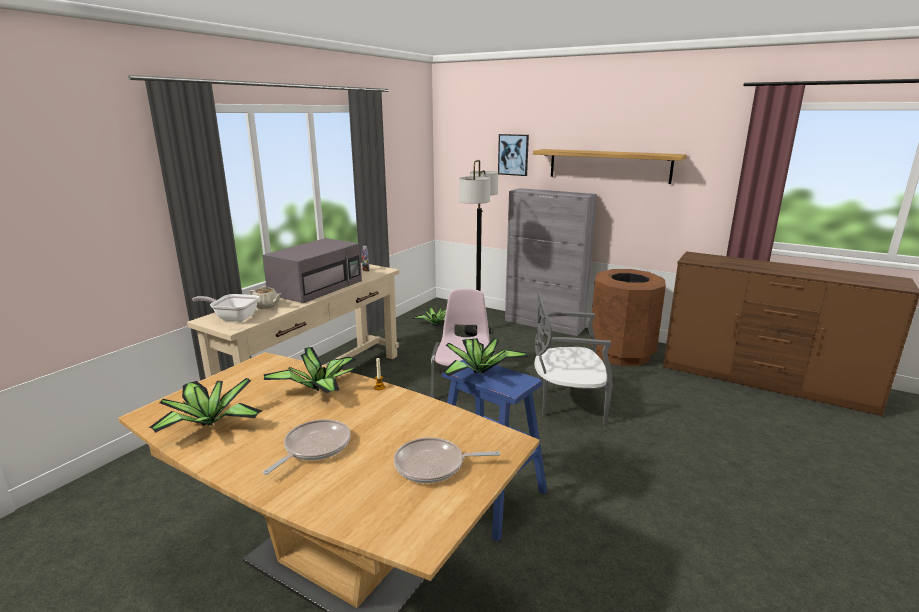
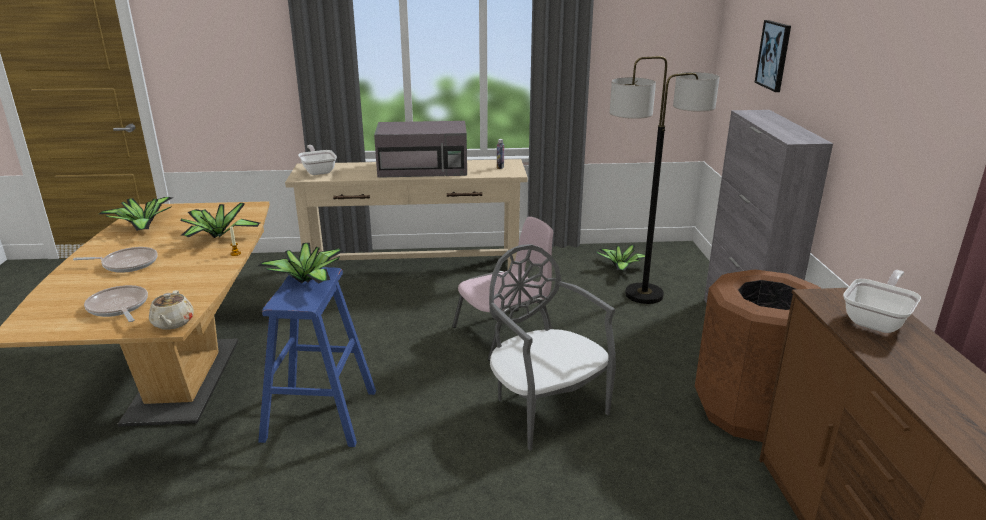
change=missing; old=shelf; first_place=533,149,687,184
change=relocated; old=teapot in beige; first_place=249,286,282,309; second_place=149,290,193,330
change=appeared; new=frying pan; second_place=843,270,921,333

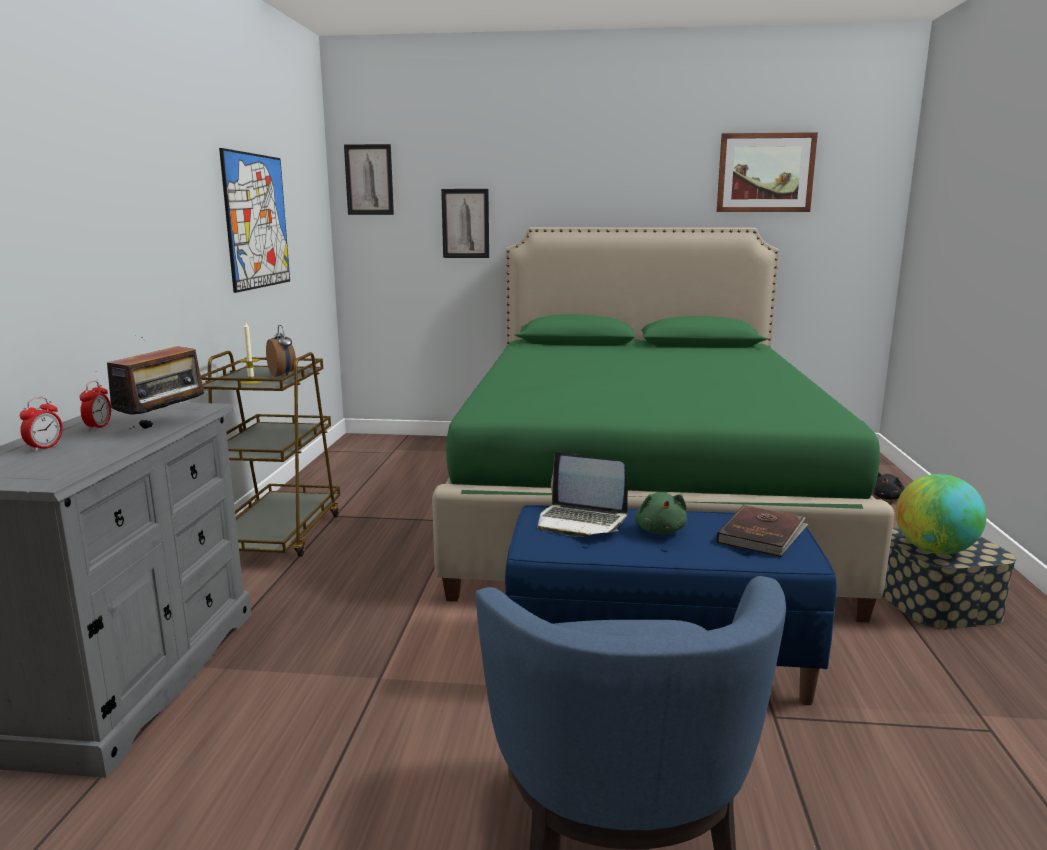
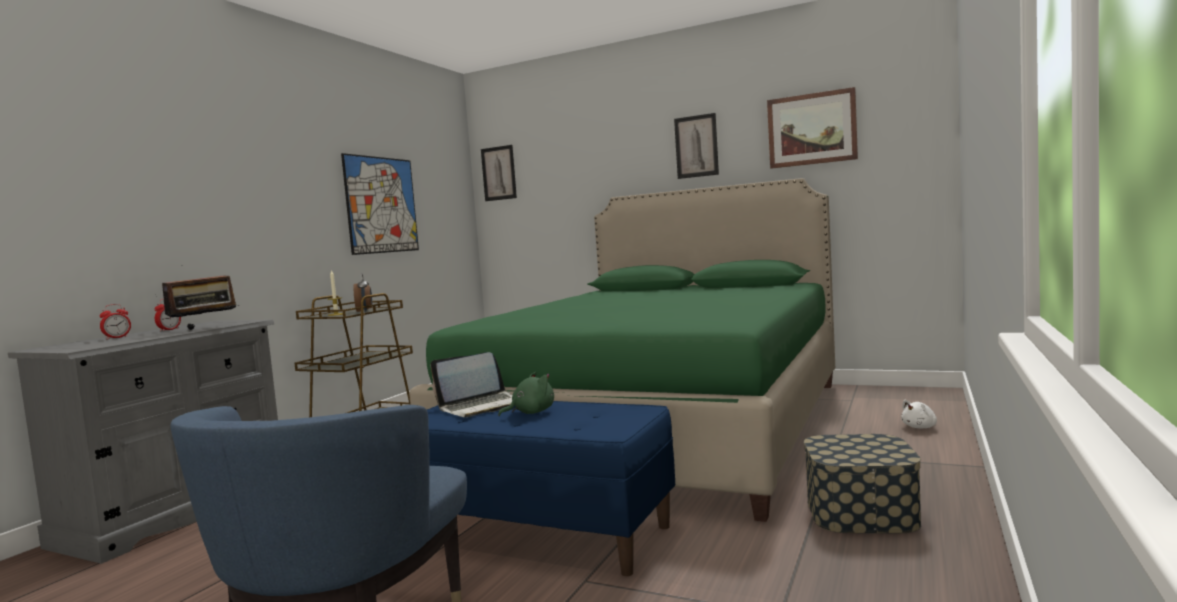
change=relocated; old=picture; first_place=441,189,489,258; second_place=674,113,719,179
change=spun; old=laptop; first_place=537,451,628,537; second_place=431,352,513,417; degrees=-75
change=colour; old=plush toy in black; new=plush toy in white; first_place=873,472,905,500; second_place=901,400,937,429
change=missing; old=globe; first_place=896,474,987,554
change=spun; old=plush toy in green; first_place=634,492,687,535; second_place=498,372,554,416; degrees=-135
change=missing; old=book in brown; first_place=716,505,808,557

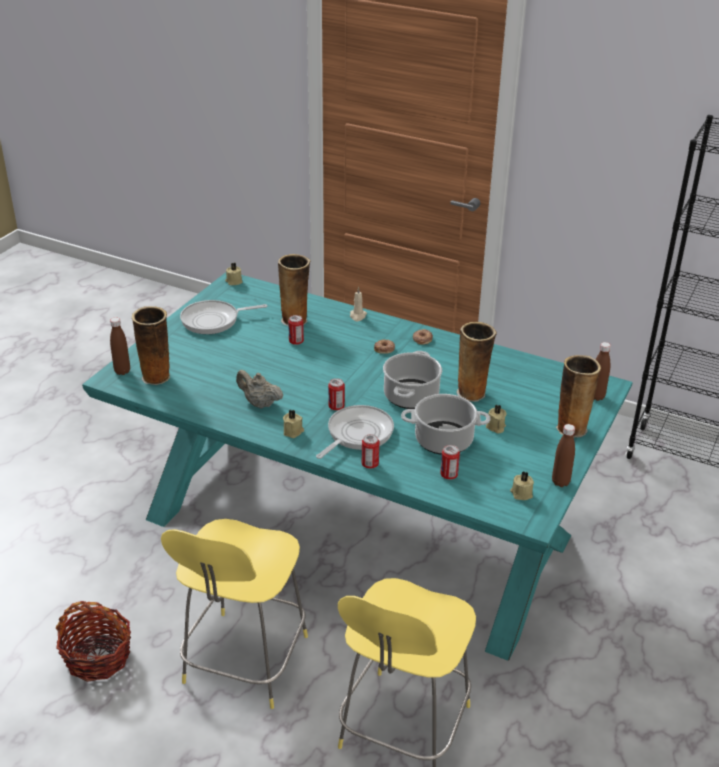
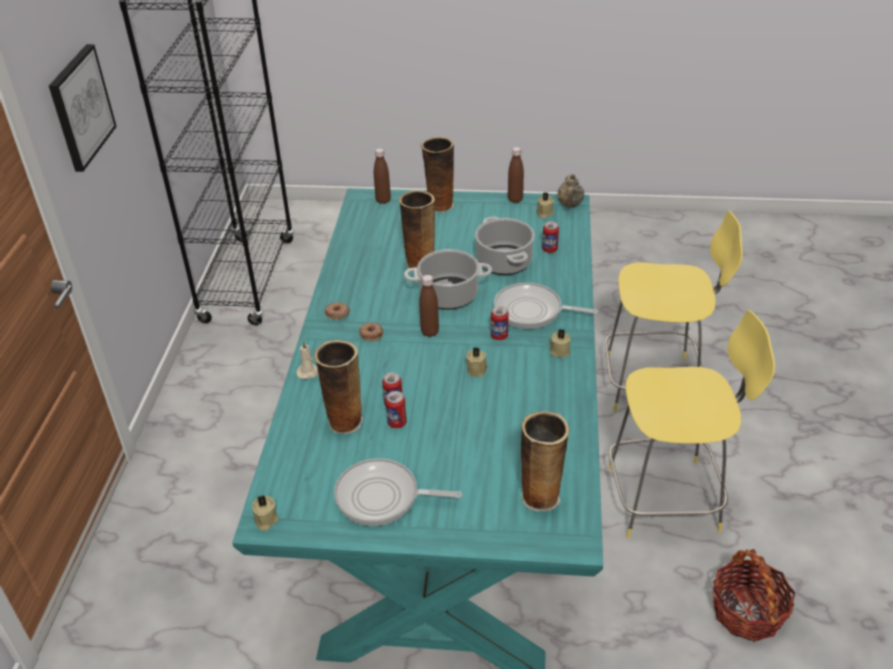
change=spun; old=frying pan; first_place=180,300,267,334; second_place=334,458,462,526; degrees=135
change=relocated; old=bottle in brown; first_place=110,317,130,375; second_place=419,275,439,337
change=relocated; old=teapot in beige; first_place=236,370,283,409; second_place=557,174,585,207
change=relocated; old=candle in beige; first_place=486,404,507,433; second_place=466,347,488,377
change=relocated; old=can; first_place=362,434,379,469; second_place=385,391,407,428
change=appeared; new=picture; second_place=49,44,117,172

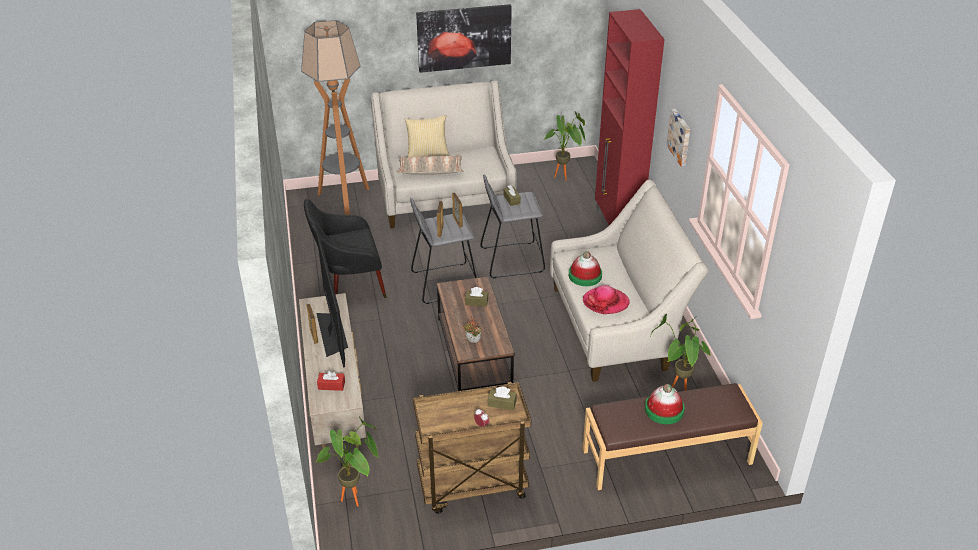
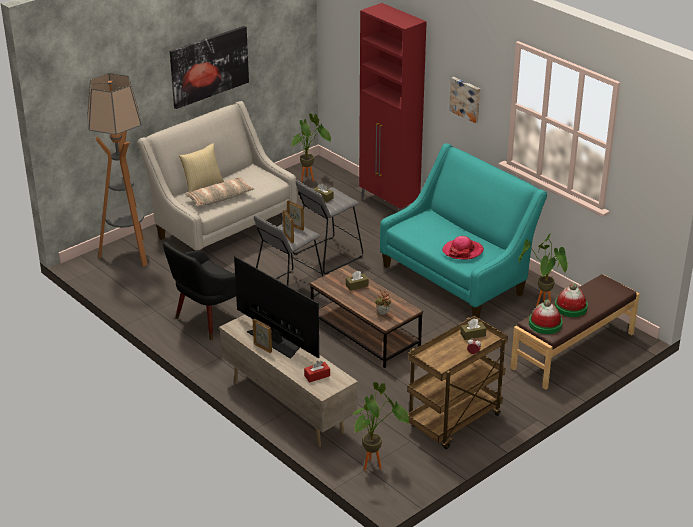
change=colour; old=sofa in beige; new=sofa in turquoise; first_place=550,180,709,382; second_place=380,143,547,318
change=relocated; old=hat; first_place=569,251,602,286; second_place=529,300,562,334

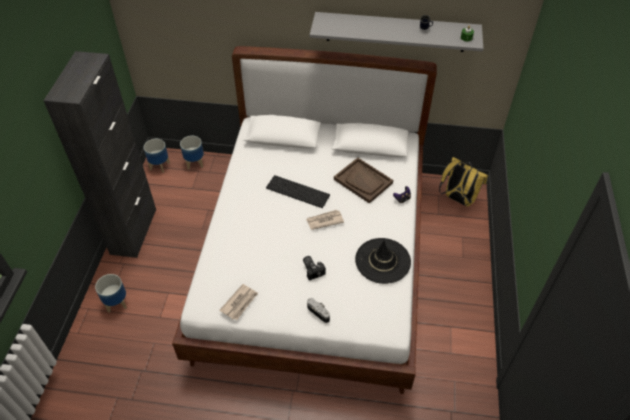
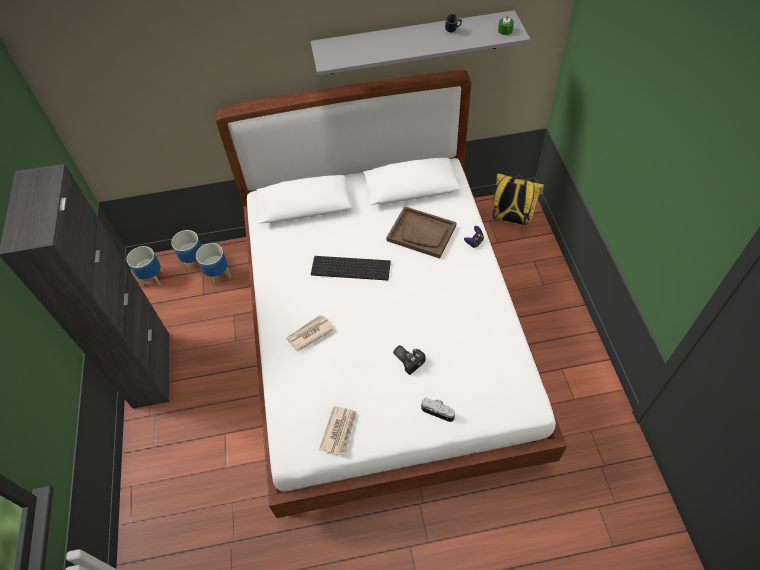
change=relocated; old=newspaper; first_place=306,210,344,230; second_place=286,315,334,351
change=missing; old=hat in black; first_place=355,238,411,284
change=relocated; old=planter; first_place=95,274,127,313; second_place=196,243,231,286

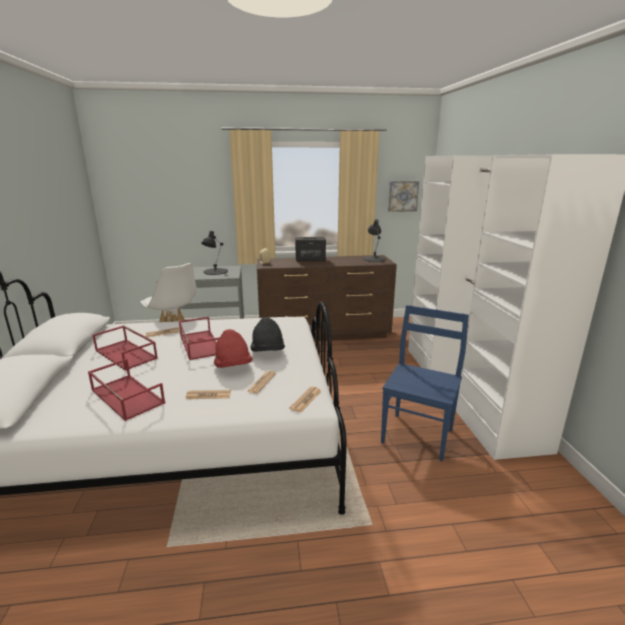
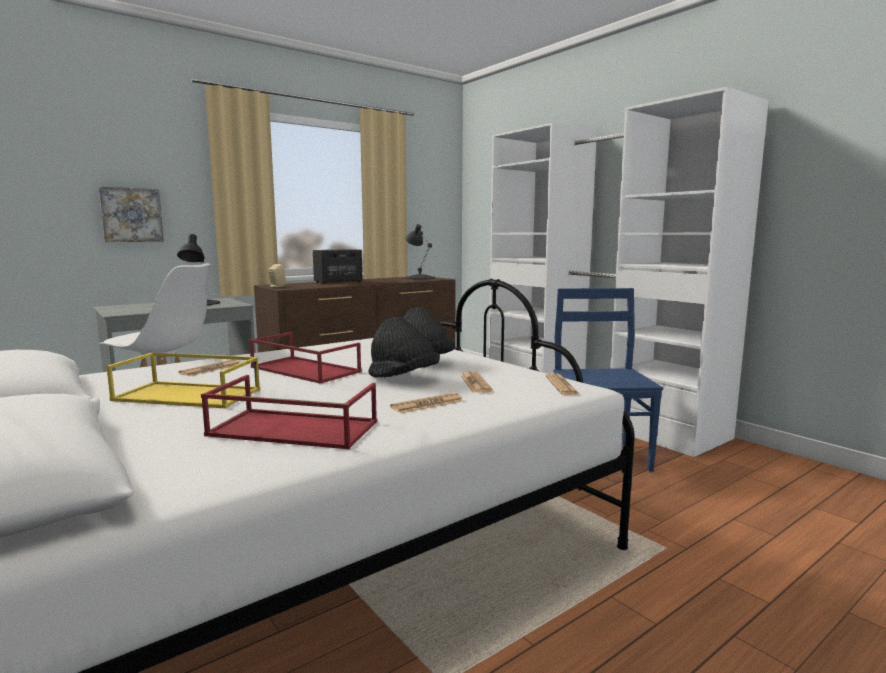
change=relocated; old=picture; first_place=388,181,419,212; second_place=98,187,164,242
change=colour; old=tray in red; new=tray in yellow; first_place=93,325,158,371; second_place=106,352,261,408
change=colour; old=hat in red; new=hat in black; first_place=214,329,253,368; second_place=368,317,440,377

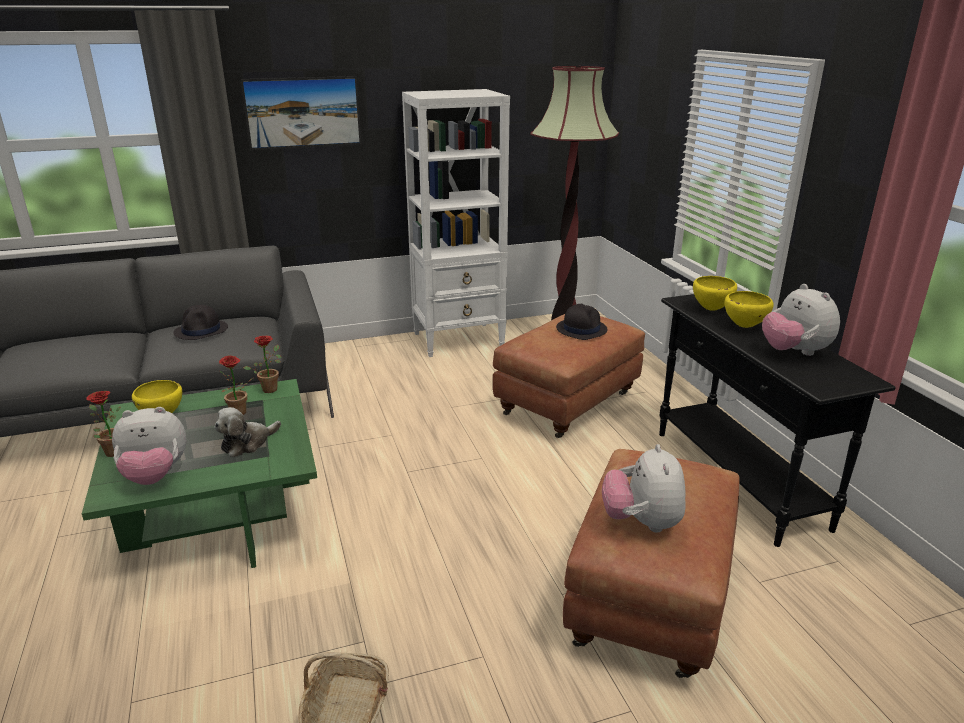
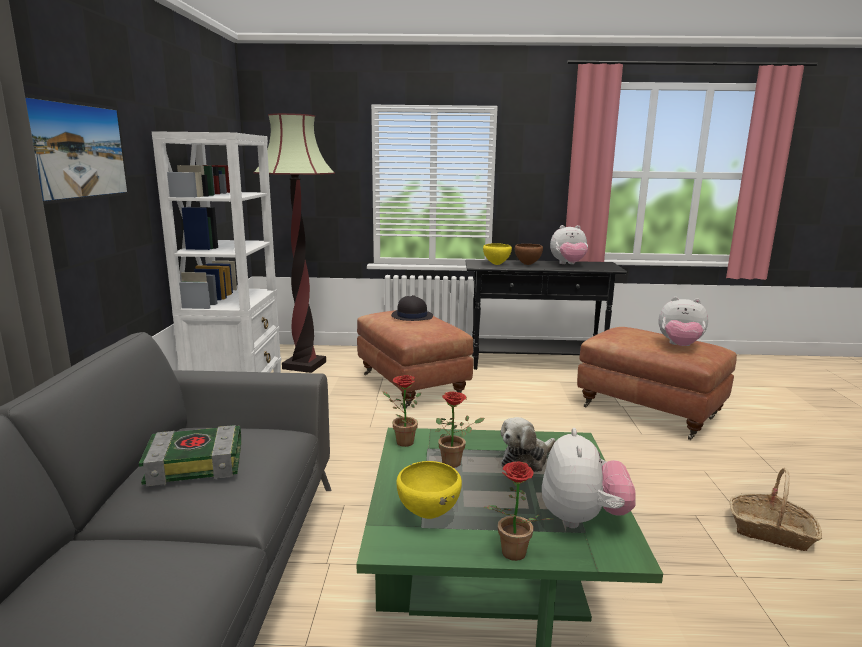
change=colour; old=bowl in yellow; new=bowl in brown; first_place=725,291,774,328; second_place=515,244,543,265
change=exchanged; old=hat in black; new=book; first_place=173,305,228,340; second_place=139,425,241,486
change=spun; old=plush toy; first_place=214,407,281,457; second_place=501,417,555,472; degrees=75

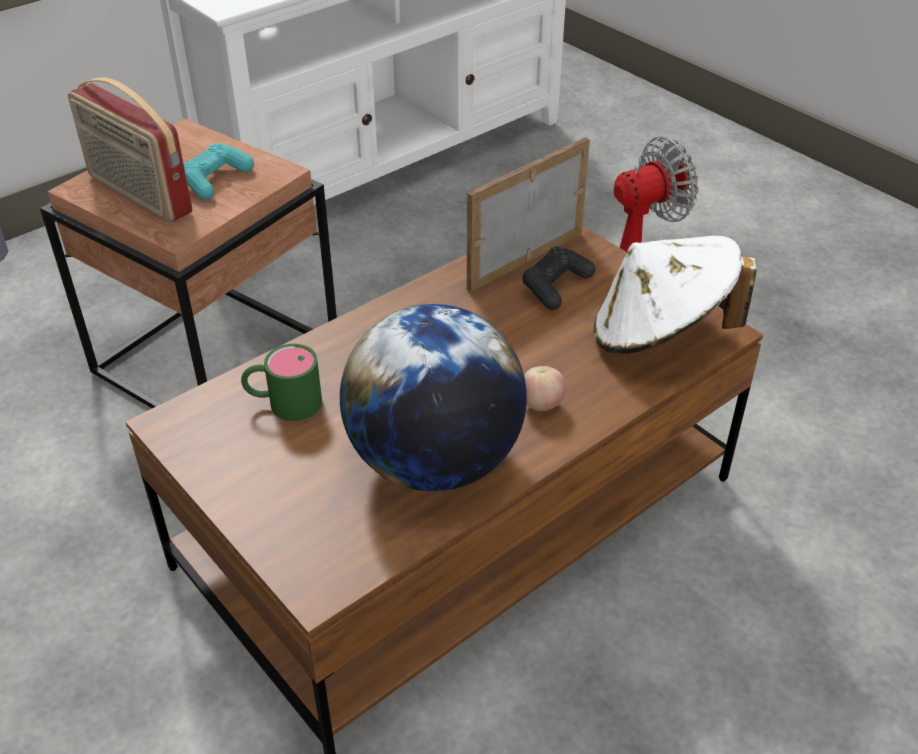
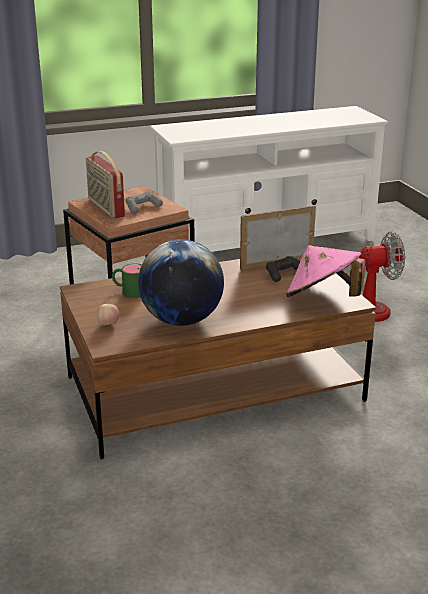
change=colour; old=game controller in turquoise; new=game controller in grey; first_place=184,143,254,200; second_place=125,192,163,214
change=colour; old=hat in white; new=hat in pink; first_place=594,236,757,354; second_place=286,245,365,297
change=relocated; old=apple; first_place=524,366,566,411; second_place=97,304,119,326

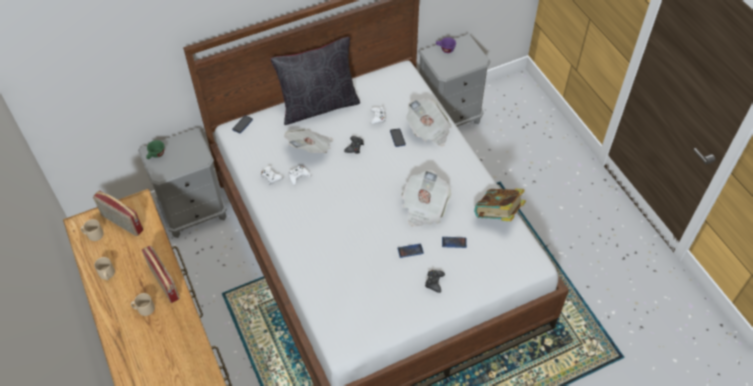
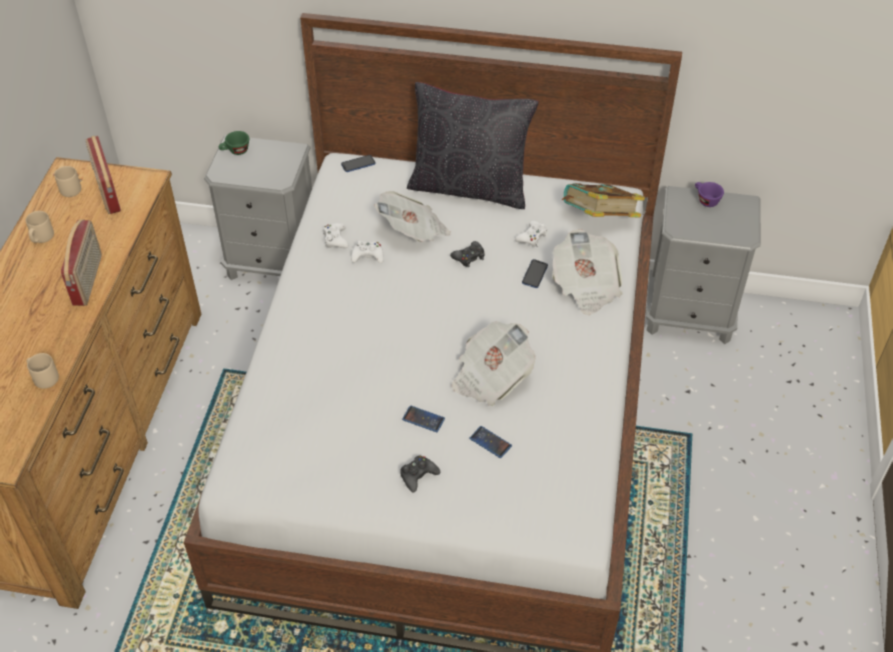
change=relocated; old=book; first_place=474,188,526,221; second_place=562,183,645,217
change=relocated; old=mug in beige; first_place=131,293,155,316; second_place=27,353,59,389

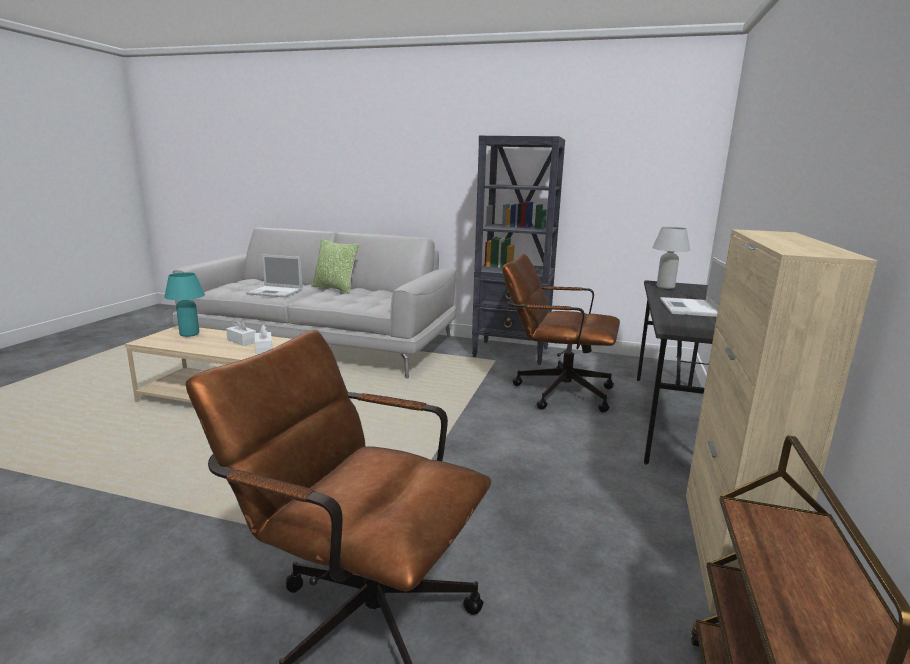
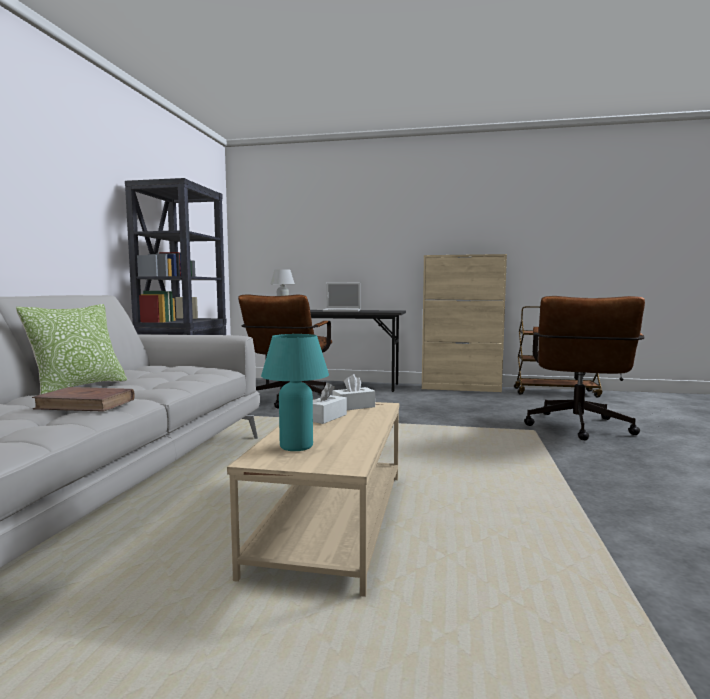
change=exchanged; old=laptop; new=book in brown; first_place=246,254,303,298; second_place=32,387,135,412

